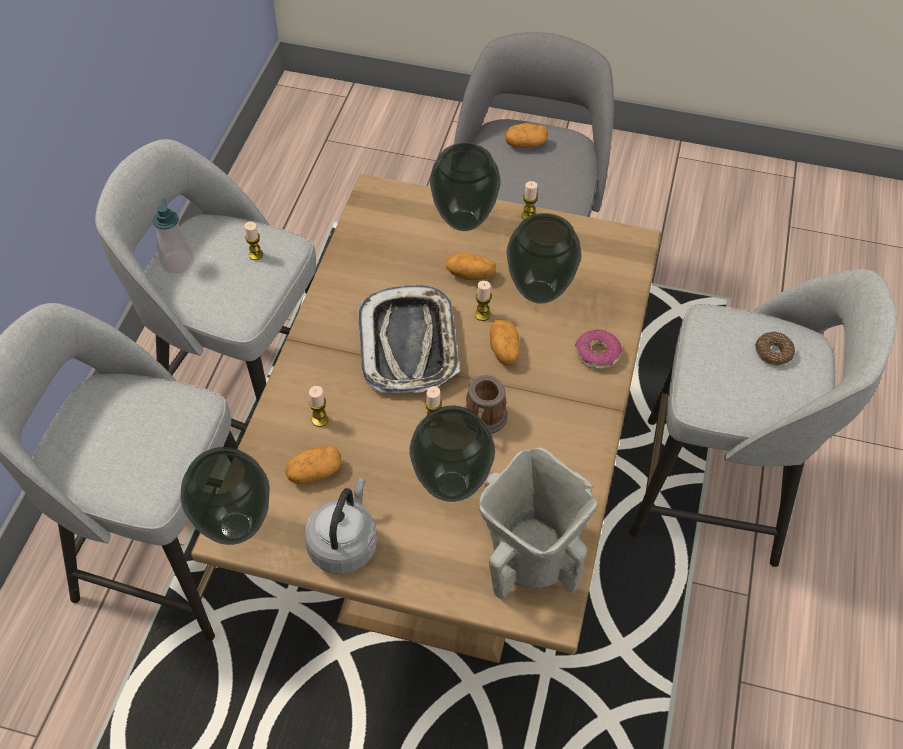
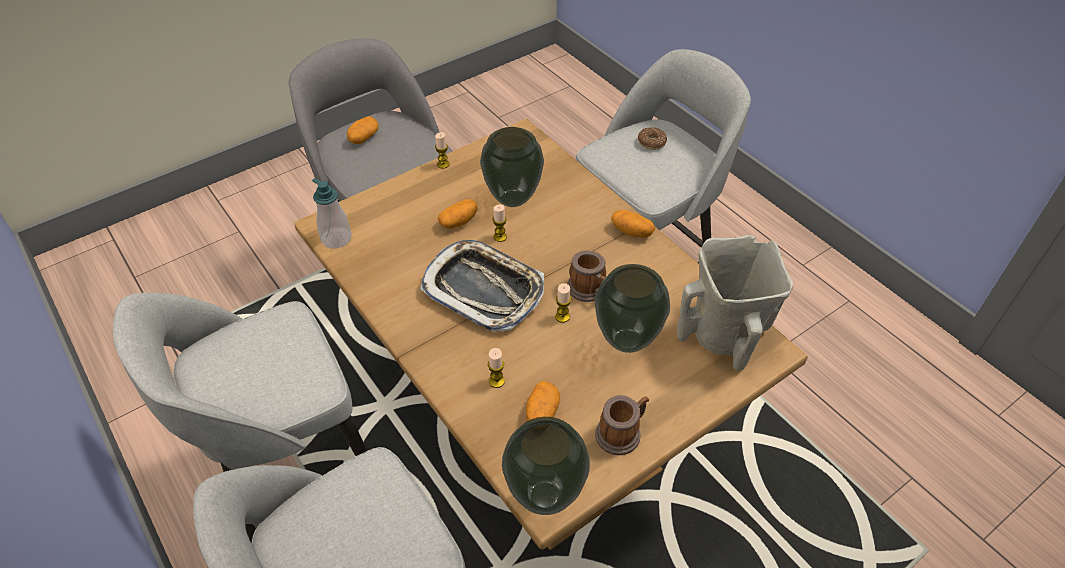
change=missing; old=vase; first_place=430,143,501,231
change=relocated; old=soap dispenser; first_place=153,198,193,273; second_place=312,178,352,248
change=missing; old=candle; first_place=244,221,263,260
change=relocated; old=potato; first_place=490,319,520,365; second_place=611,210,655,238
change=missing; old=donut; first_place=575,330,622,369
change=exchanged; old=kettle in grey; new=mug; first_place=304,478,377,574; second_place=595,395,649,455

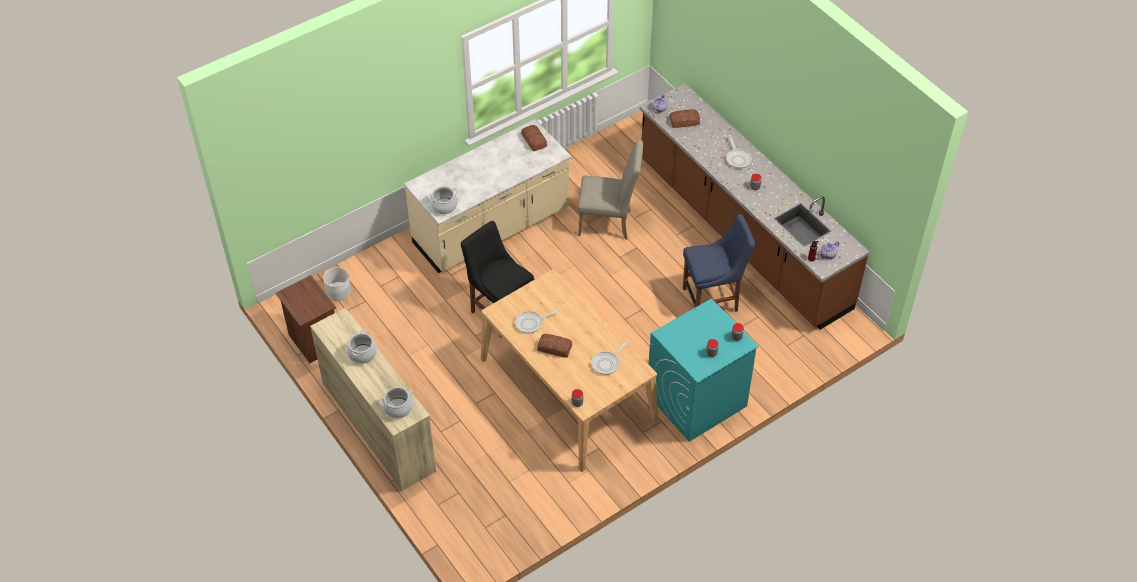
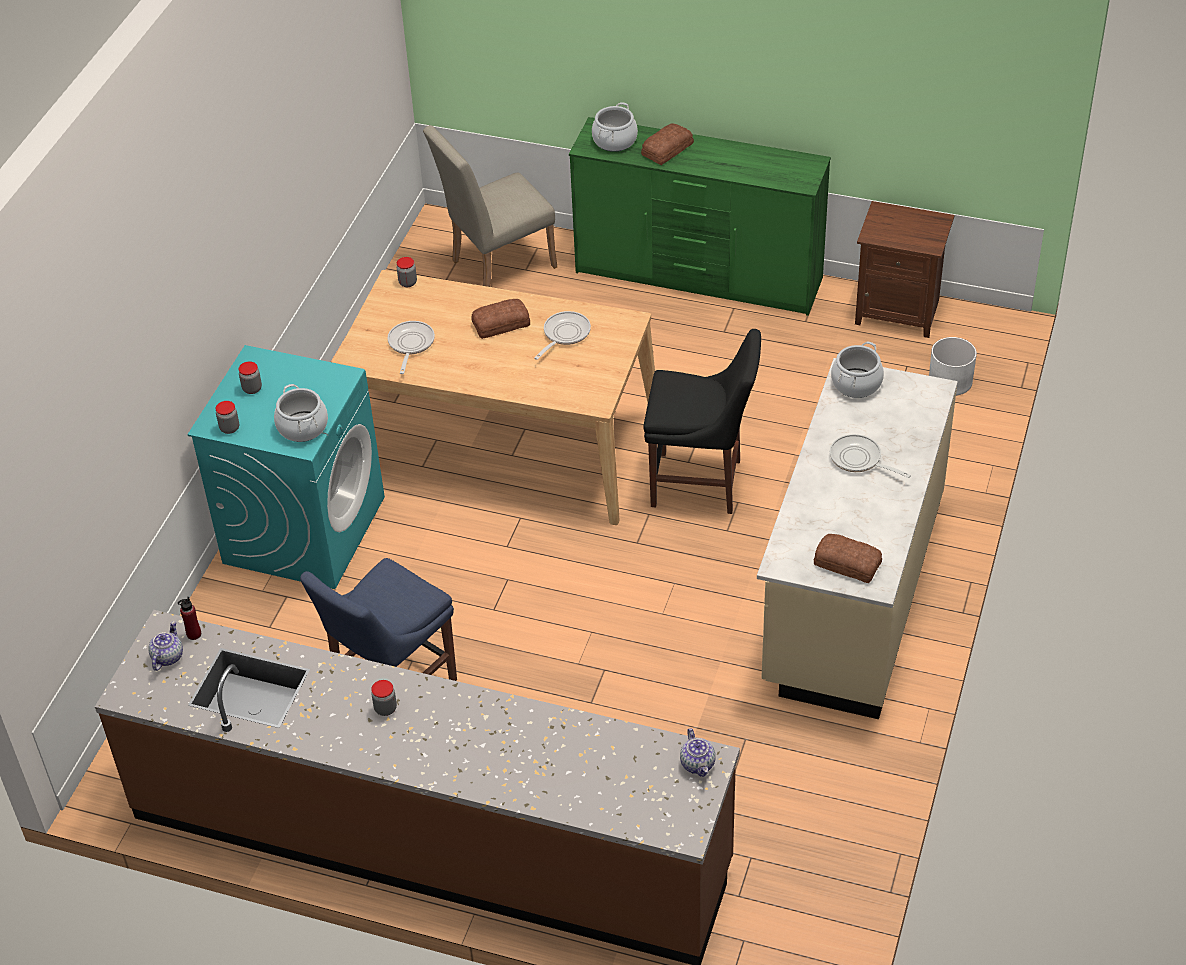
change=relocated; old=bread; first_place=669,109,700,128; second_place=641,123,694,165
change=relocated; old=frying pan; first_place=726,135,752,168; second_place=830,434,911,478
change=relocated; old=chair in beige; first_place=578,140,644,239; second_place=423,125,557,287
change=colour; old=dresser in beige; new=dresser in green; first_place=310,308,436,491; second_place=569,117,831,316
change=relocated; old=cooking pot; first_place=347,330,377,364; second_place=274,384,328,442

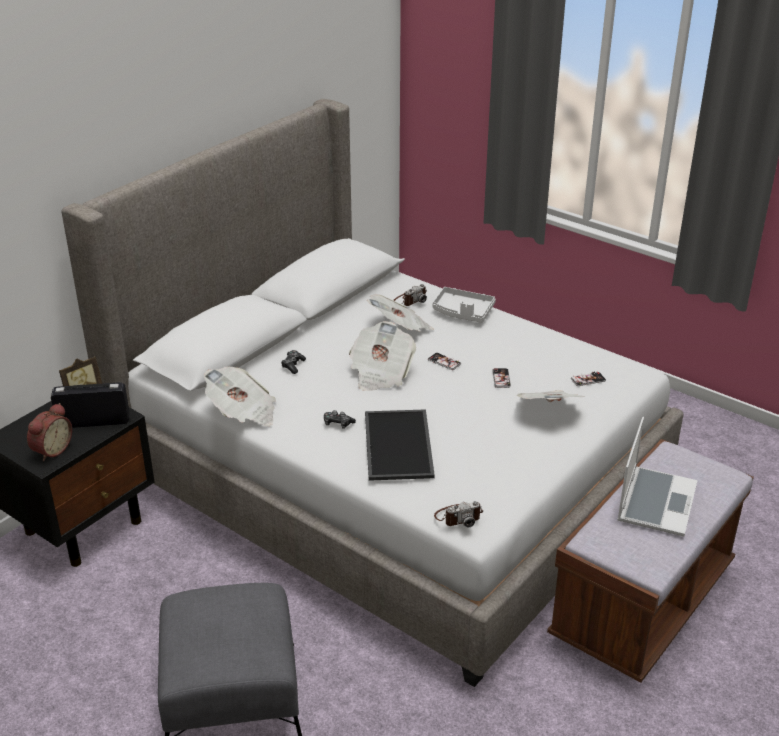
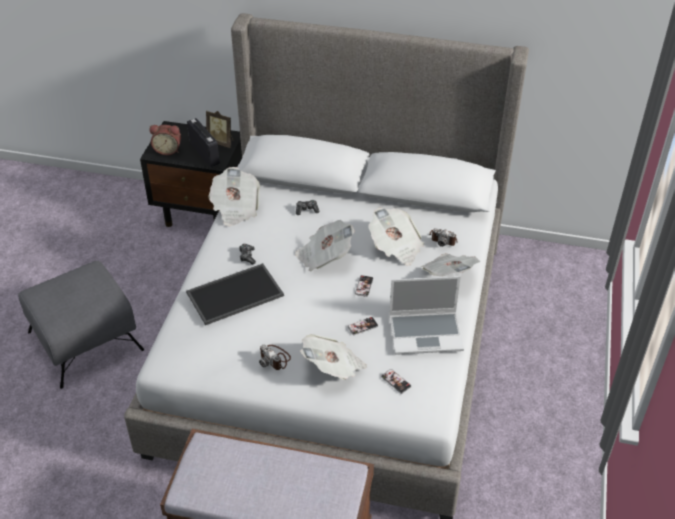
change=exchanged; old=tray in grey; new=newspaper; first_place=432,287,496,323; second_place=421,253,480,276
change=relocated; old=laptop; first_place=617,417,698,537; second_place=389,276,464,355
change=relocated; old=photo camera; first_place=434,501,483,528; second_place=259,345,291,370

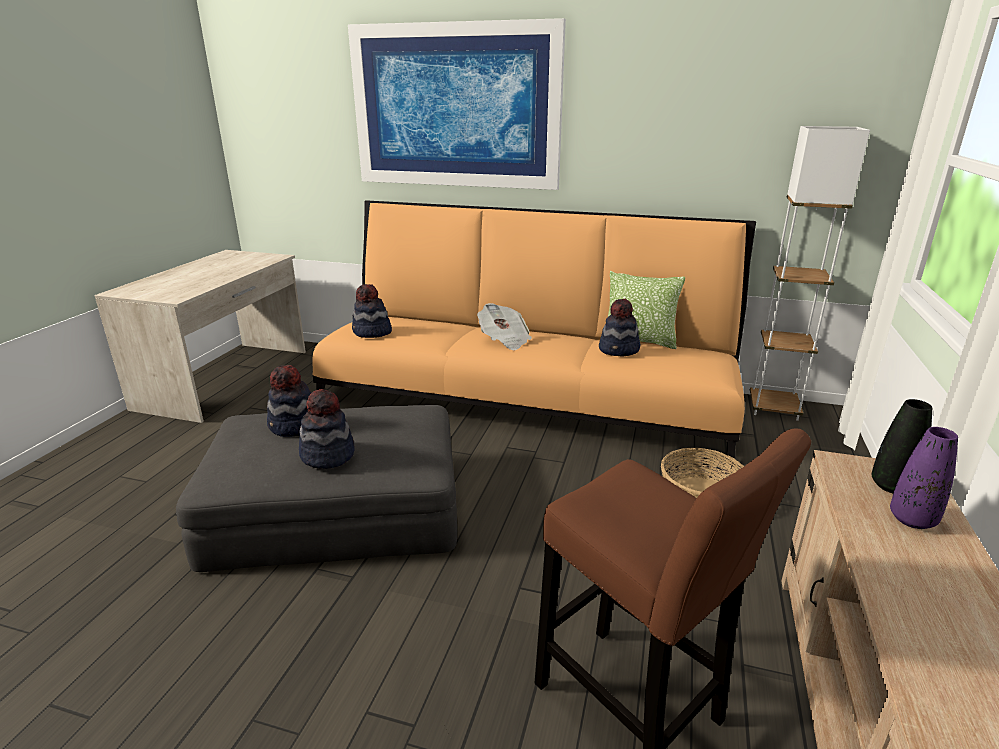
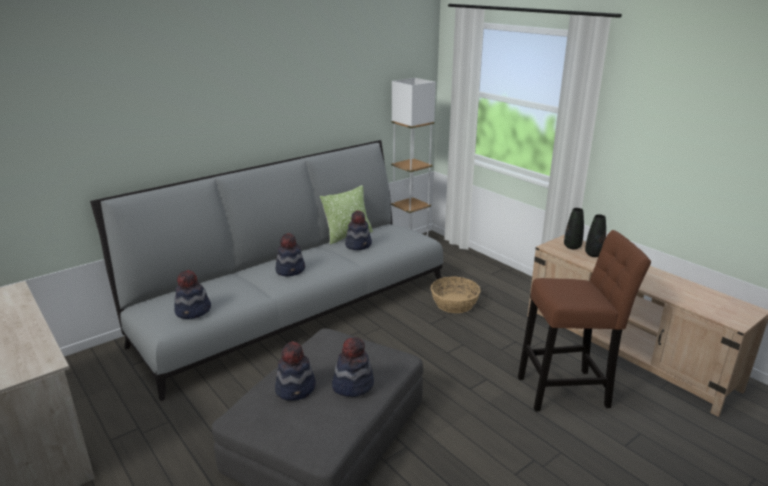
change=missing; old=picture; first_place=348,18,566,190
change=colour; old=sofa in orange; new=sofa in grey; first_place=312,200,756,465; second_place=90,140,444,401
change=exchanged; old=newspaper; new=hat; first_place=477,303,532,351; second_place=275,233,305,276
change=colour; old=vase in purple; new=vase in black; first_place=890,427,958,529; second_place=585,214,606,257

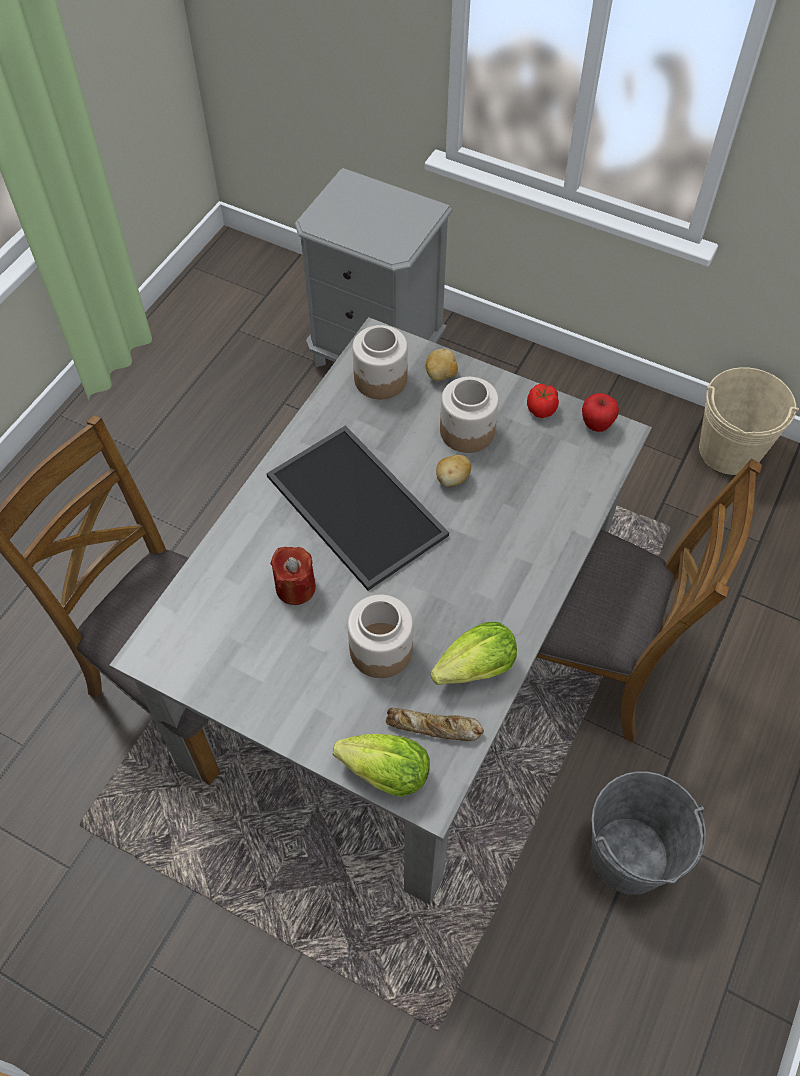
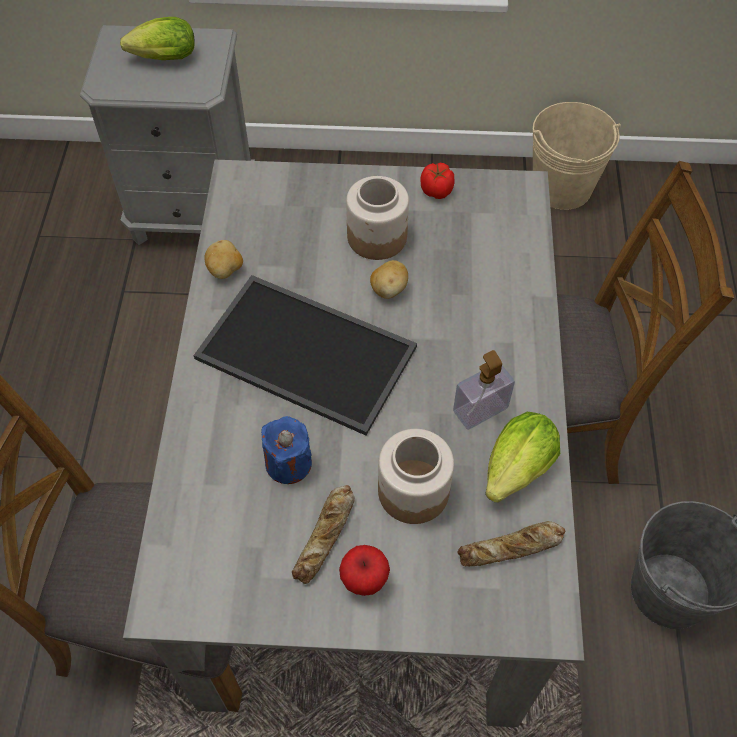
change=missing; old=jar; first_place=352,325,408,399
change=relocated; old=potato; first_place=426,349,458,381; second_place=204,240,243,279
change=relocated; old=apple; first_place=582,393,619,432; second_place=339,545,390,596
change=colour; old=candle in red; new=candle in blue; first_place=270,547,316,605; second_place=261,416,312,484
change=relocated; old=lettuce; first_place=333,734,430,797; second_place=120,17,195,60
change=appeared; new=soap dispenser; second_place=453,350,515,430
change=appeared; new=bread; second_place=292,485,355,584

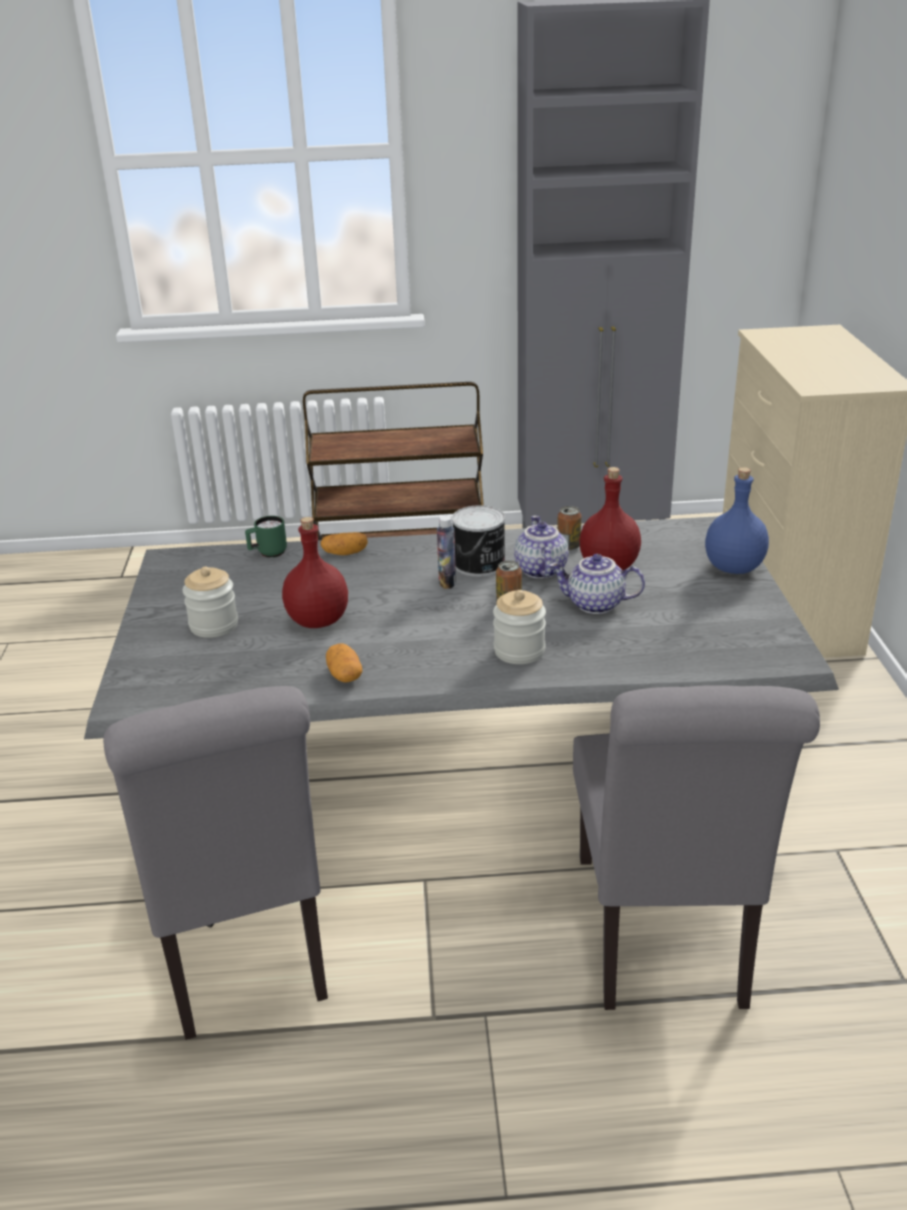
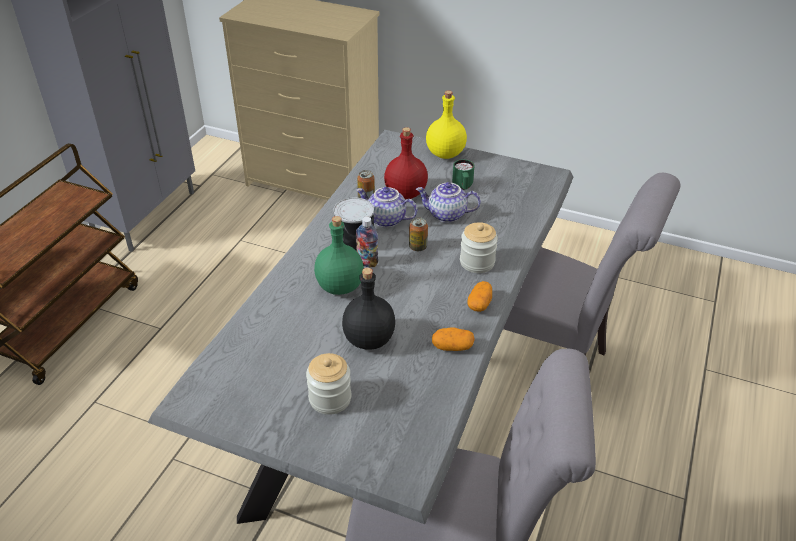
change=colour; old=bottle in blue; new=bottle in yellow; first_place=705,467,769,574; second_place=426,90,467,159
change=relocated; old=mug in green; first_place=245,516,287,558; second_place=452,159,474,190
change=colour; old=bottle in red; new=bottle in black; first_place=282,517,348,628; second_place=342,268,395,350
change=relocated; old=potato; first_place=320,532,368,555; second_place=467,281,492,312
change=spun; old=teapot; first_place=549,554,645,614; second_place=416,182,480,223; degrees=60
change=appeared; new=bottle in green; second_place=314,216,364,295

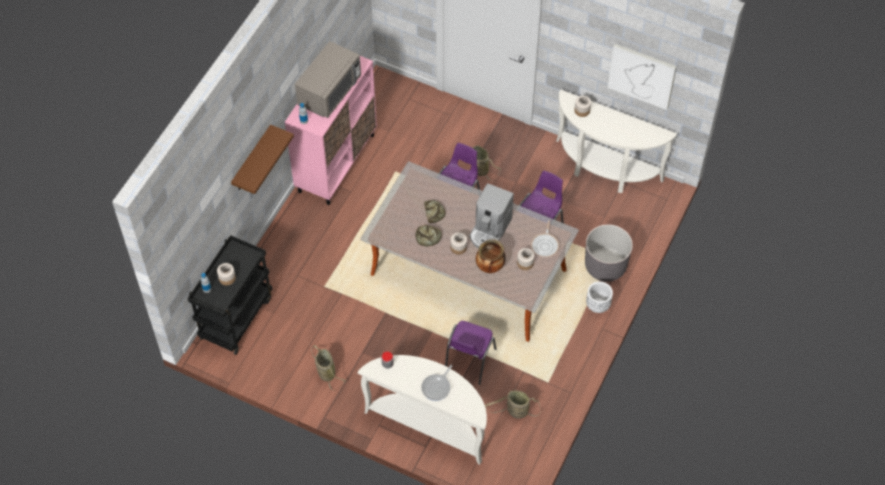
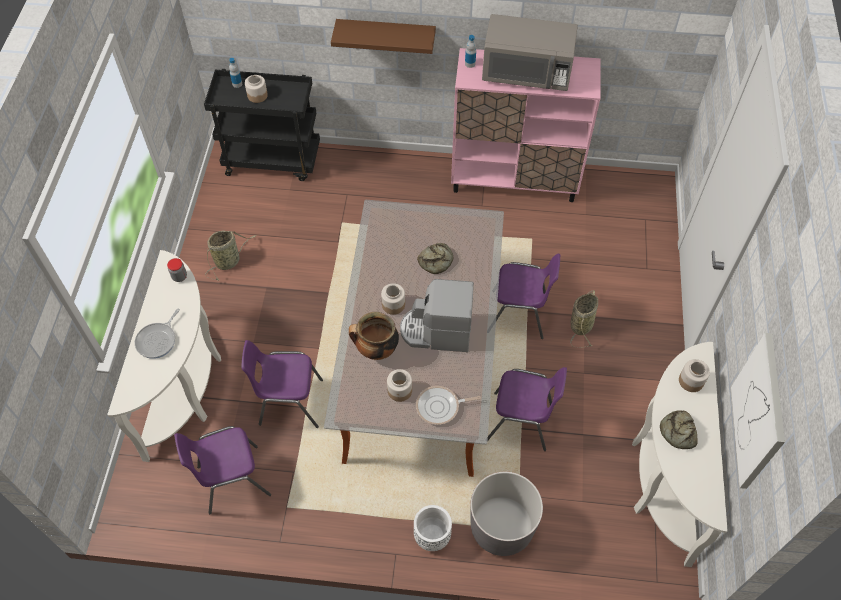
change=relocated; old=bread; first_place=415,225,442,246; second_place=660,410,698,449
change=spun; old=frying pan; first_place=421,365,453,401; second_place=135,309,180,359; degrees=-75
change=exchanged; old=basket; new=chair in purple; first_place=485,390,541,419; second_place=174,426,271,514

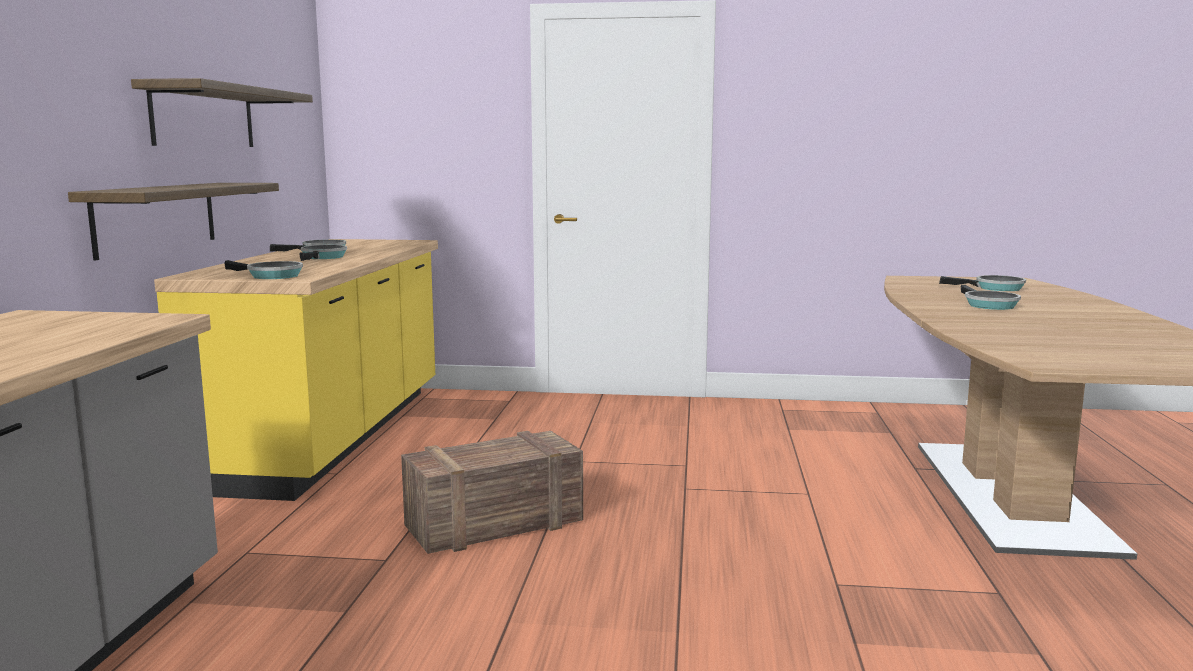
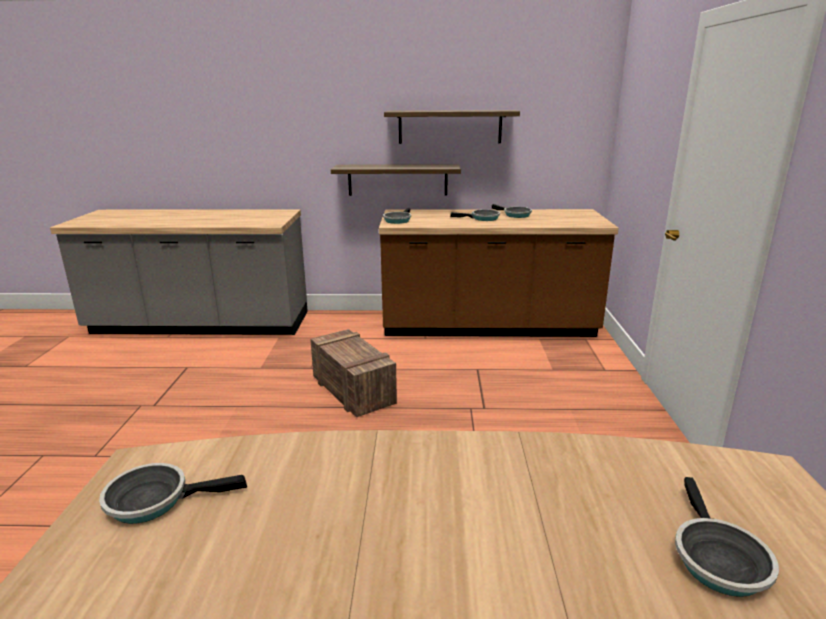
change=colour; old=counter in yellow; new=counter in brown; first_place=154,239,438,501; second_place=379,209,619,337
change=relocated; old=frying pan; first_place=961,285,1021,310; second_place=99,463,247,524

